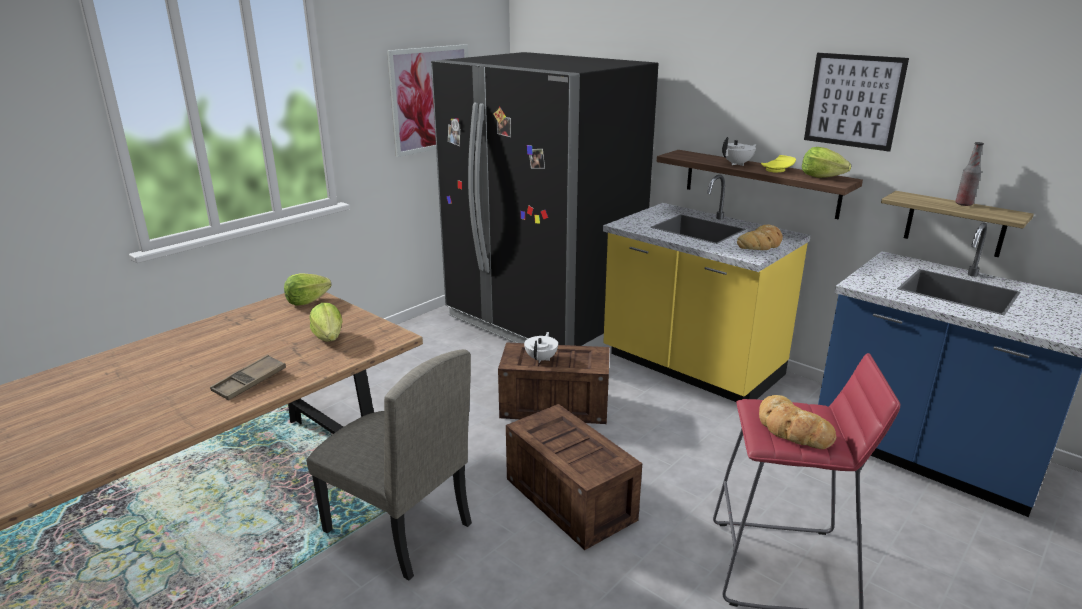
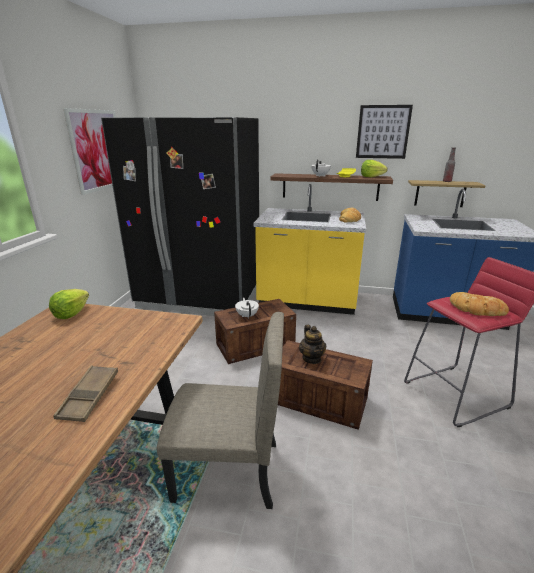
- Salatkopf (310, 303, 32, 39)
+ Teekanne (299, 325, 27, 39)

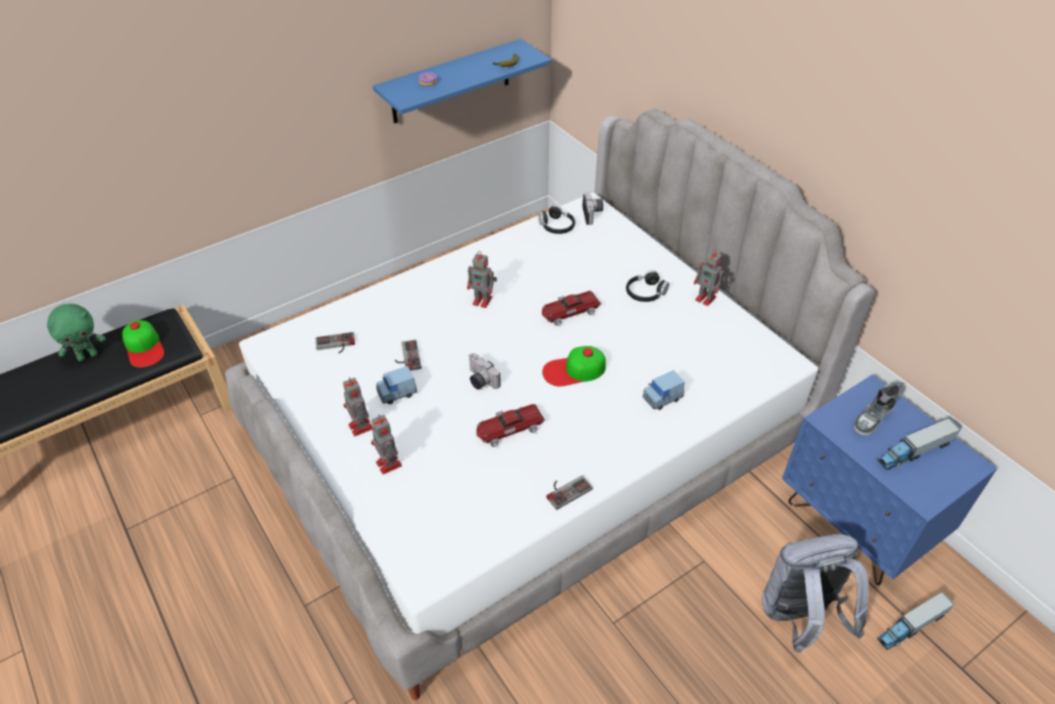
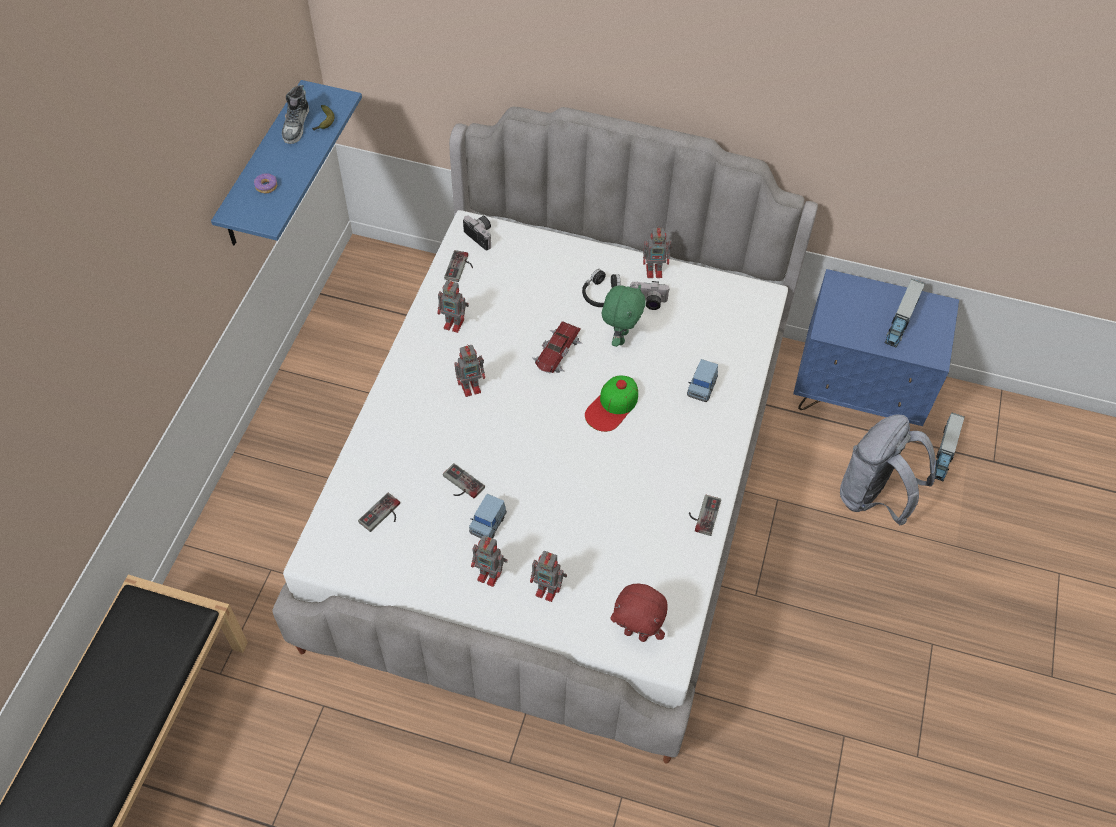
~ Kopfhörer/schwarz (538, 205, 37, 29) to Gamepad (444, 250, 29, 32)
~ Plüschtier/grün (47, 304, 59, 58) to (602, 285, 44, 62)
- Kappe (122, 320, 42, 47)
~ Kamera (469, 353, 32, 37) to (630, 281, 40, 29)
~ Schuh (854, 384, 47, 52) to (282, 85, 27, 59)
- Spielzeugauto (476, 404, 69, 44)
+ Spielzeugroboter (437, 280, 32, 53)
+ Plüschtier/rot (610, 584, 58, 58)

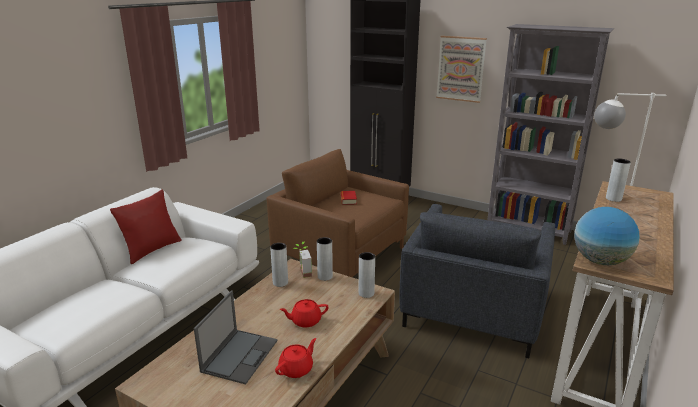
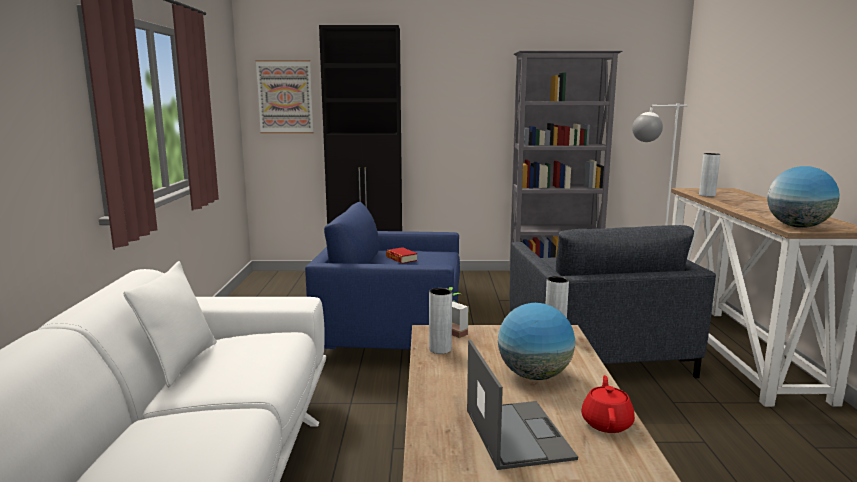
~ Bild (436, 36, 51, 67) to (256, 60, 57, 74)
~ Sessel/braun (266, 149, 143, 128) to Sessel/blau (305, 202, 155, 147)
~ Kissen/rot (110, 190, 72, 75) to Kissen/weiß (123, 261, 94, 126)
- Vase/grau (317, 237, 16, 44)
~ Teekanne/rot (280, 299, 48, 29) to Globus (498, 303, 77, 77)

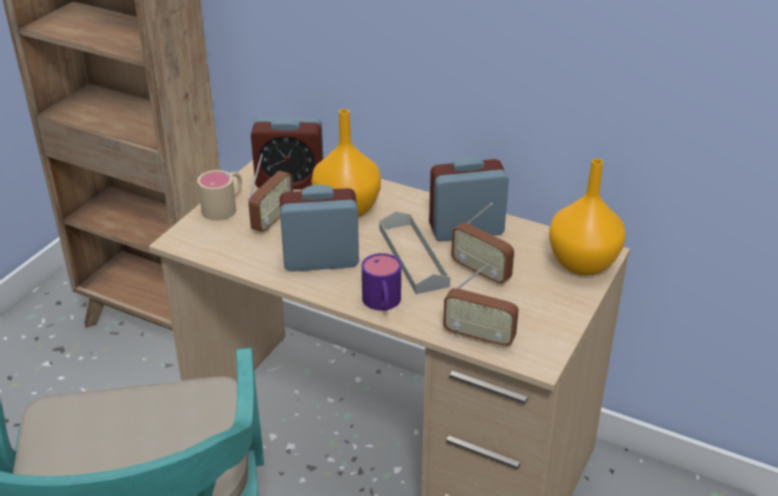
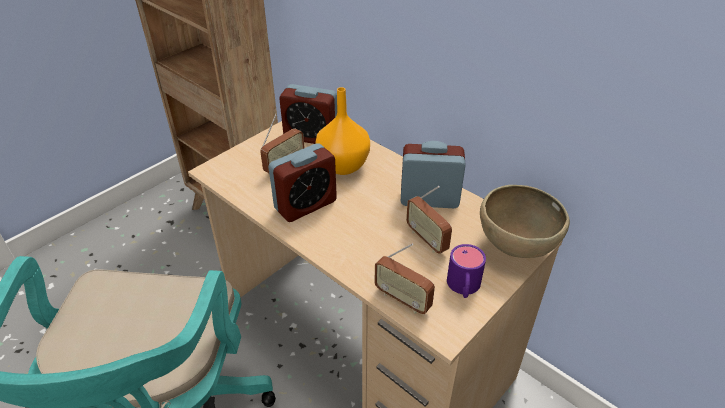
~ Vase/orange (549, 159, 76, 117) to Schüssel/braun (480, 185, 90, 73)
- Henkelbecher/beige (197, 170, 45, 51)
~ Wecker (279, 185, 80, 87) = (268, 143, 69, 79) 135 degrees clockwise
- Tablett/grau (380, 211, 70, 83)
~ Henkelbecher/lila (362, 253, 39, 58) to (447, 244, 39, 54)

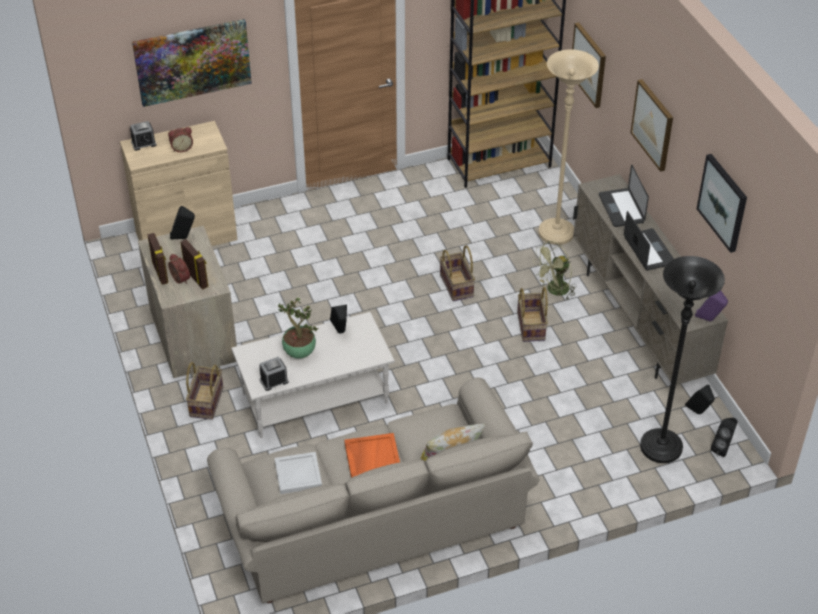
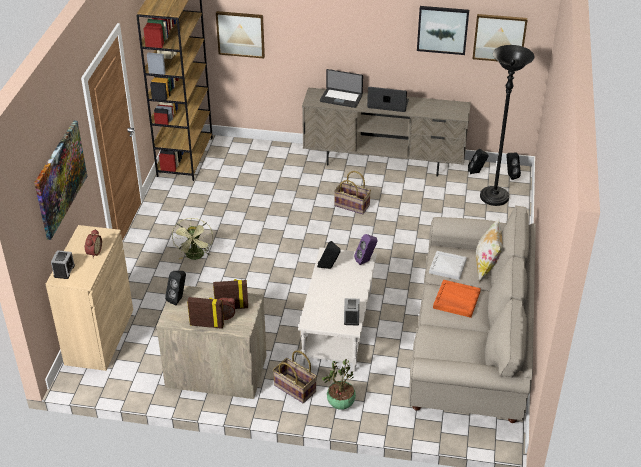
- Stehlampe/beige (538, 49, 61, 196)
~ Bild (630, 79, 43, 93) to (472, 14, 56, 47)
~ Ventilator/grün (533, 241, 44, 60) to (172, 218, 41, 42)
- Korb (440, 245, 35, 56)
~ Lautsprecher/lila (695, 290, 33, 31) to (354, 234, 24, 31)
~ Topfpflanze (277, 298, 41, 61) to (322, 359, 34, 51)
~ Tablett/weiß (275, 452, 47, 42) to (429, 251, 38, 29)

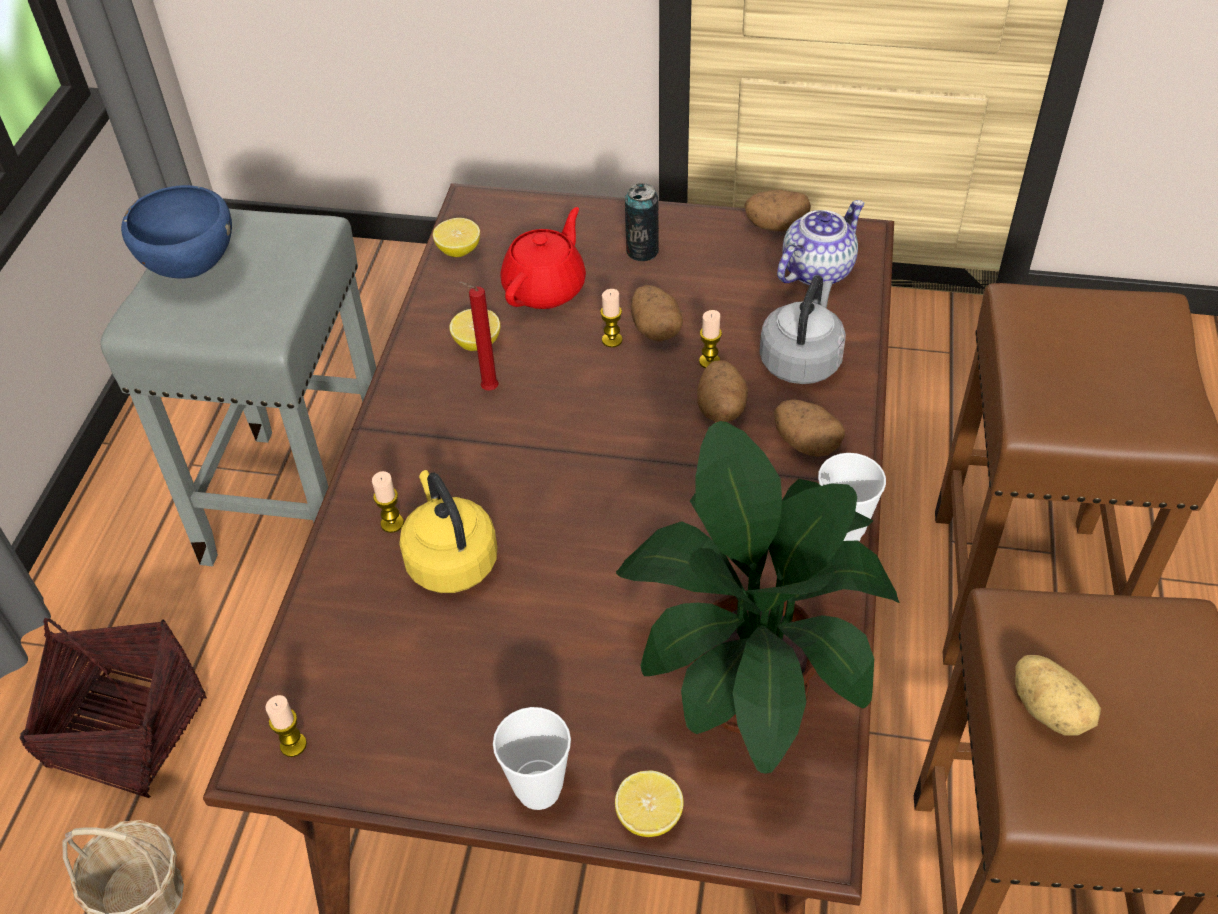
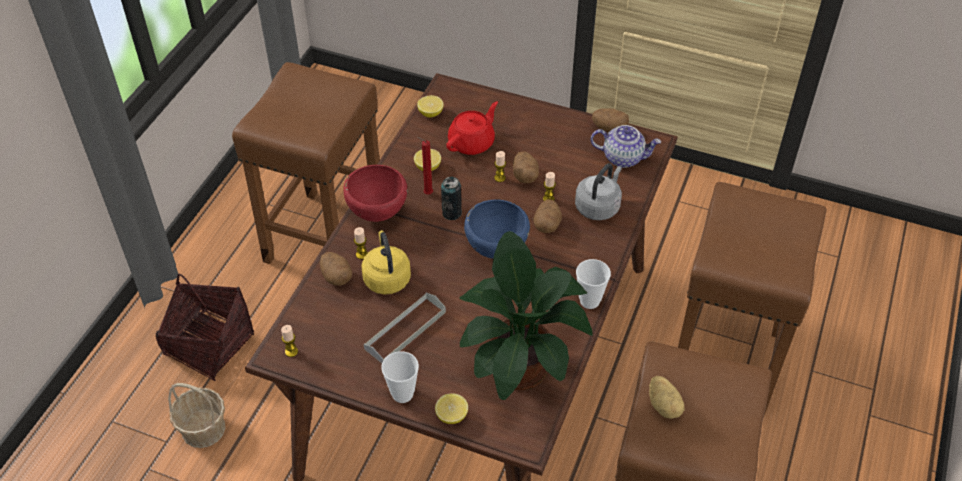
~ Dose (625, 183, 34, 78) to (441, 176, 21, 44)
~ Schüssel/blau (121, 185, 111, 94) to (464, 199, 66, 60)
~ Teekanne (777, 200, 87, 86) = (591, 125, 70, 43) 45 degrees clockwise
~ Hocker/grau (101, 209, 275, 357) to Hocker/braun (232, 62, 148, 202)
~ Kartoffel (774, 399, 71, 58) to (320, 252, 32, 34)
+ Schüssel/rot (343, 165, 65, 57)
+ Tablett/grau (364, 293, 82, 70)

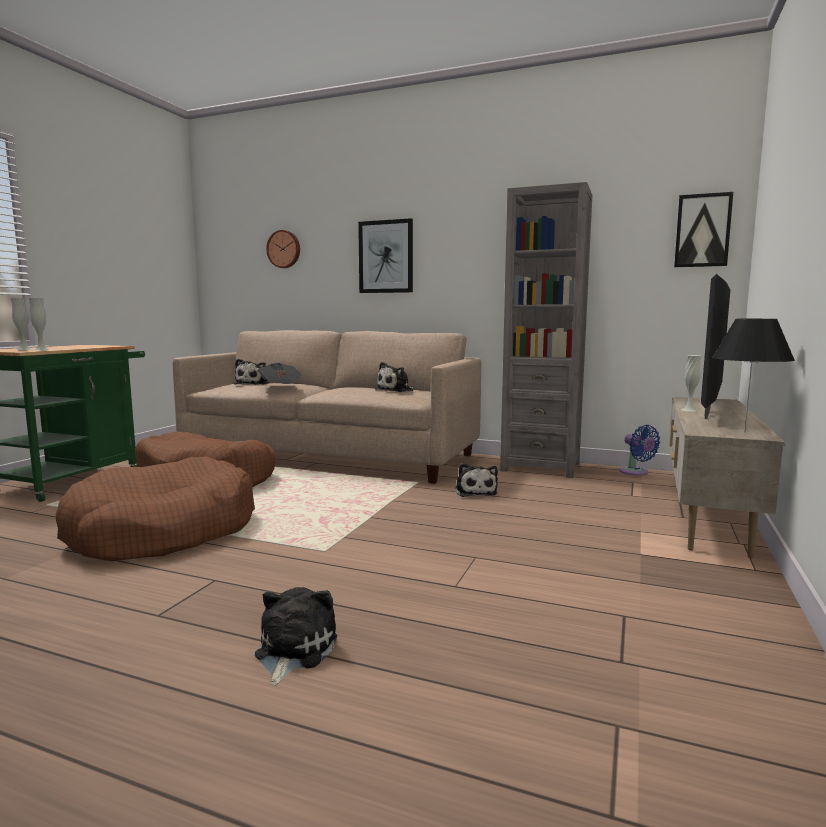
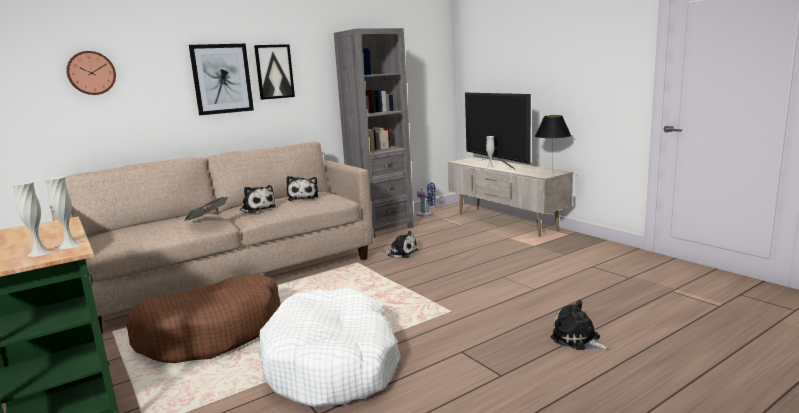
~ Bild (674, 192, 59, 75) to (254, 44, 41, 56)
~ Plüschtier (234, 359, 36, 26) to (240, 185, 36, 28)
~ Hundebett/braun (56, 457, 199, 104) to Hundebett/weiß (258, 288, 143, 119)

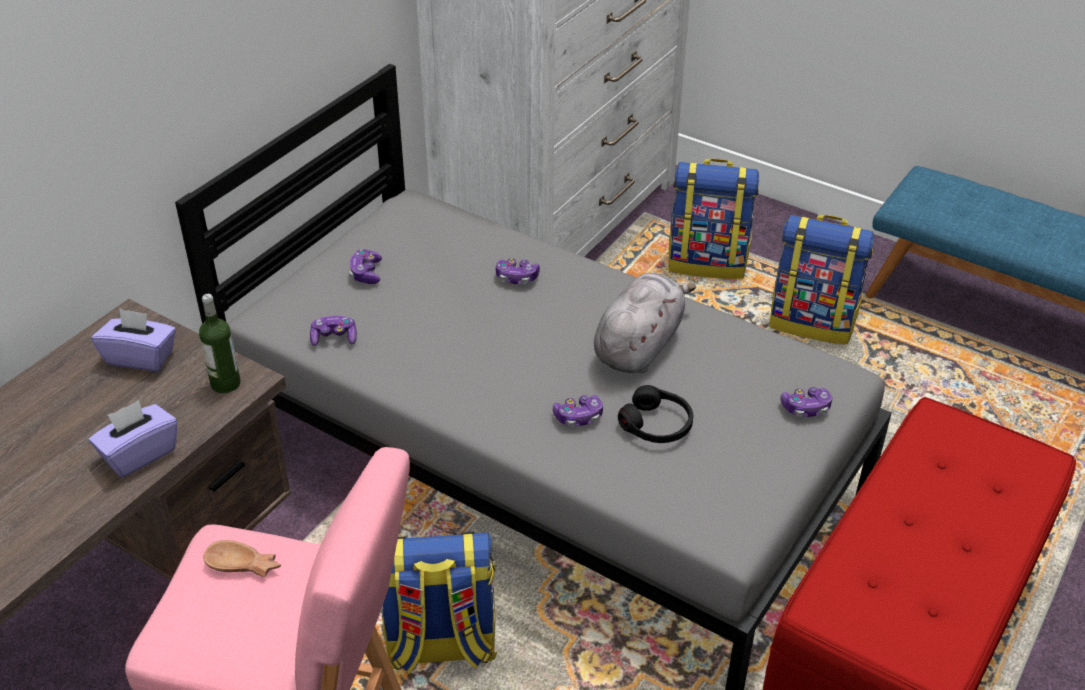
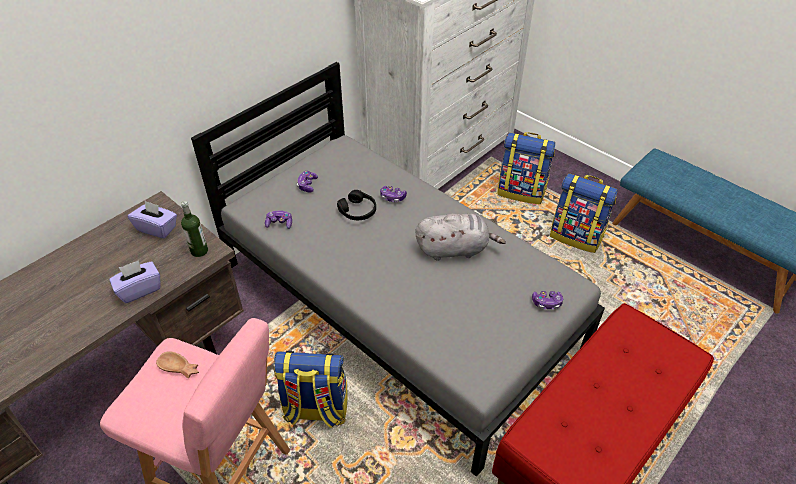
~ Plüschtier/grau (594, 273, 102, 100) = (416, 213, 90, 48) 45 degrees clockwise
~ Kopfhörer/schwarz (618, 385, 75, 58) to (337, 190, 39, 30)
- Gamepad (553, 395, 50, 32)

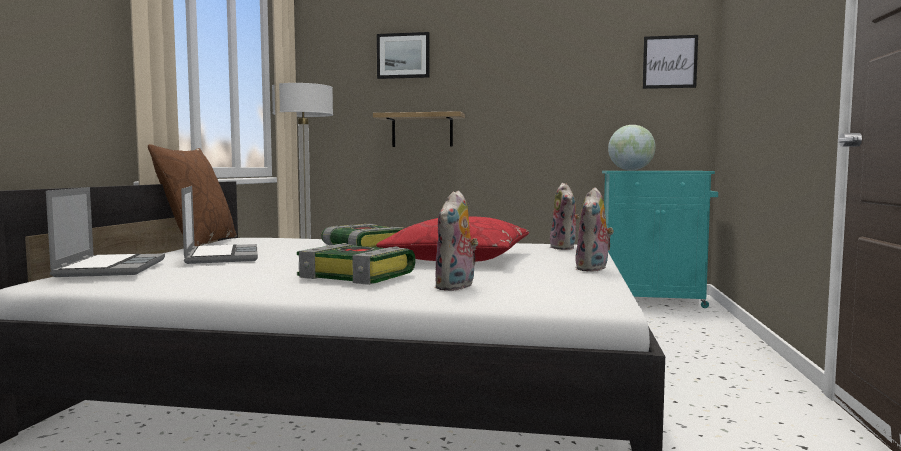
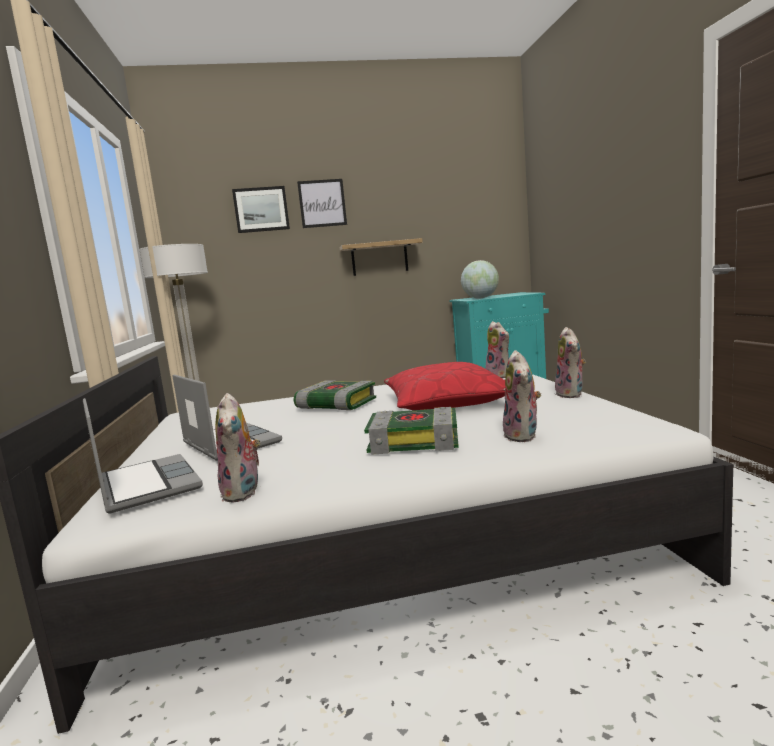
~ Bild (643, 35, 55, 54) to (297, 179, 50, 49)
~ Wandregal (373, 111, 92, 36) to (340, 238, 83, 38)
- Kissen/braun (148, 144, 89, 102)
+ Plüschtier (215, 393, 46, 109)

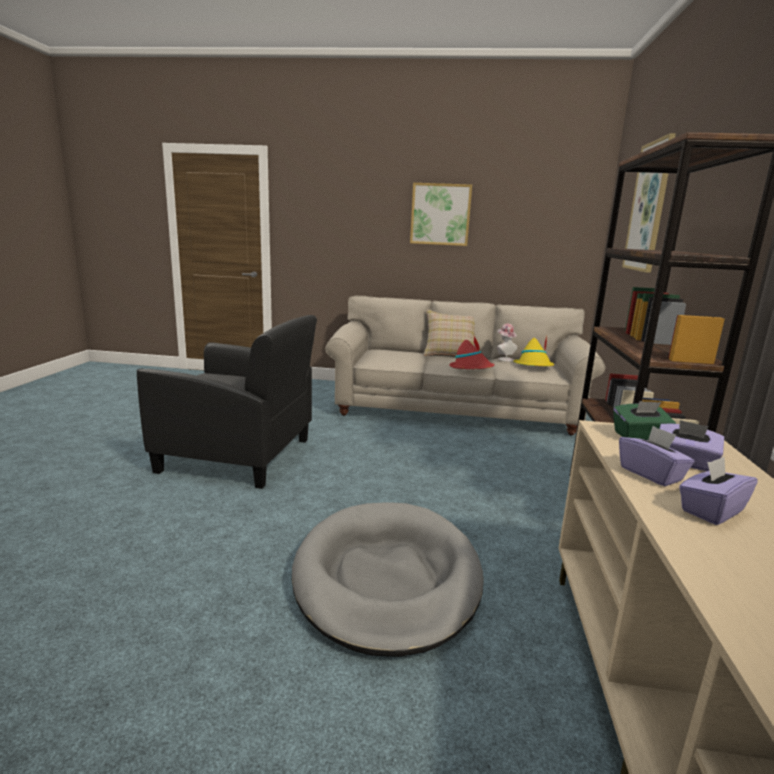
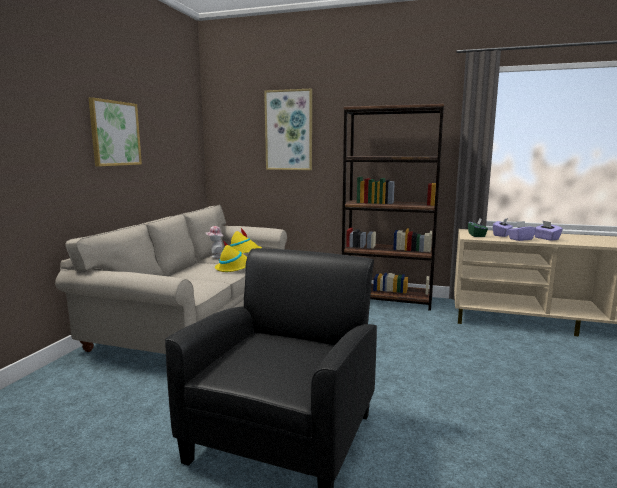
- Kissen/beige (424, 309, 51, 47)
~ Hut/rot (449, 336, 45, 33) to Hut/gelb (215, 241, 32, 31)
- Hundebett/grau (292, 502, 192, 155)

